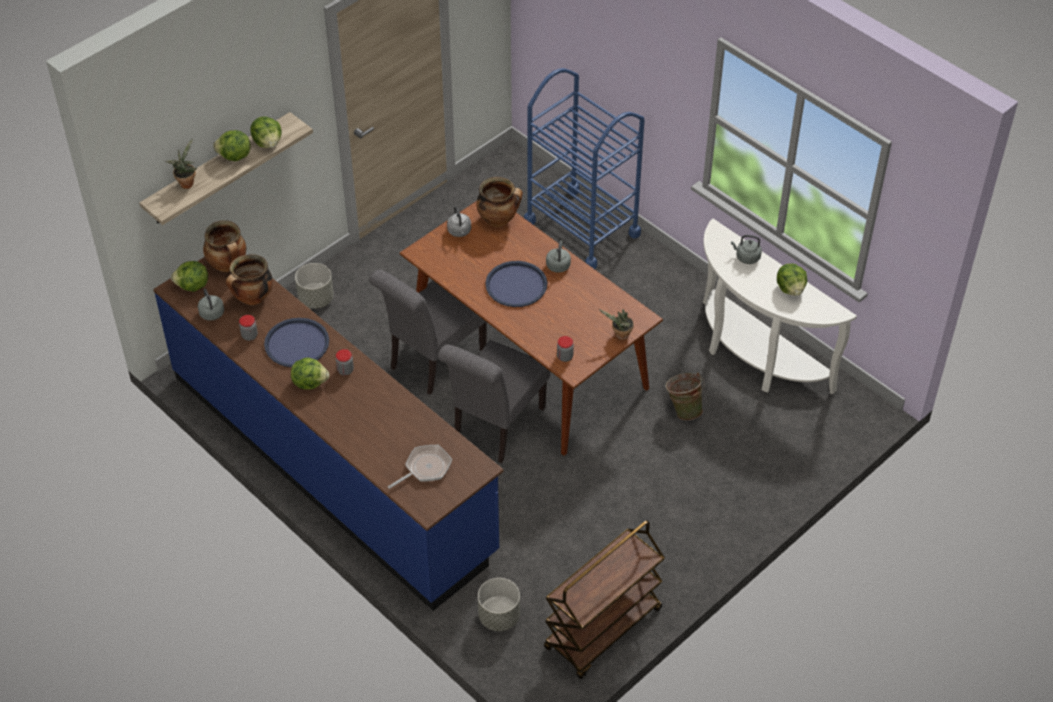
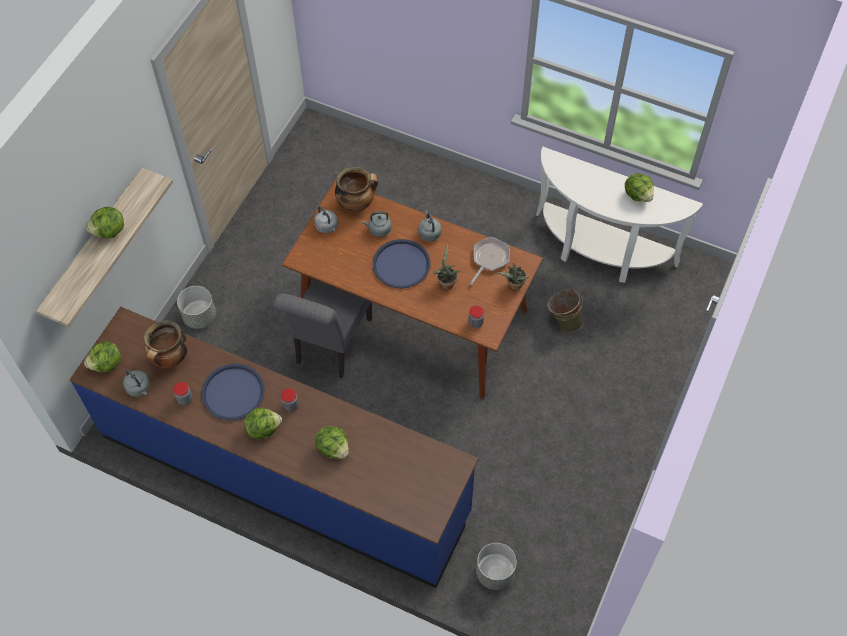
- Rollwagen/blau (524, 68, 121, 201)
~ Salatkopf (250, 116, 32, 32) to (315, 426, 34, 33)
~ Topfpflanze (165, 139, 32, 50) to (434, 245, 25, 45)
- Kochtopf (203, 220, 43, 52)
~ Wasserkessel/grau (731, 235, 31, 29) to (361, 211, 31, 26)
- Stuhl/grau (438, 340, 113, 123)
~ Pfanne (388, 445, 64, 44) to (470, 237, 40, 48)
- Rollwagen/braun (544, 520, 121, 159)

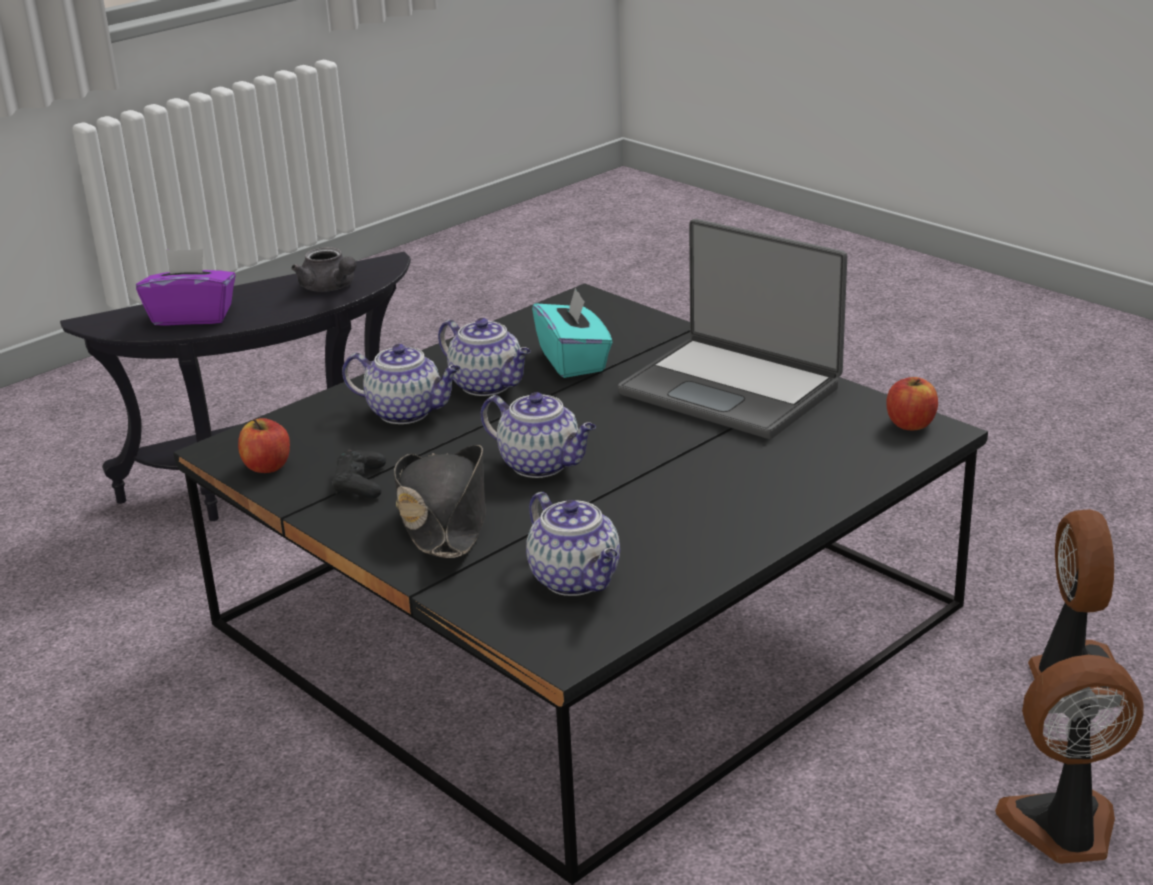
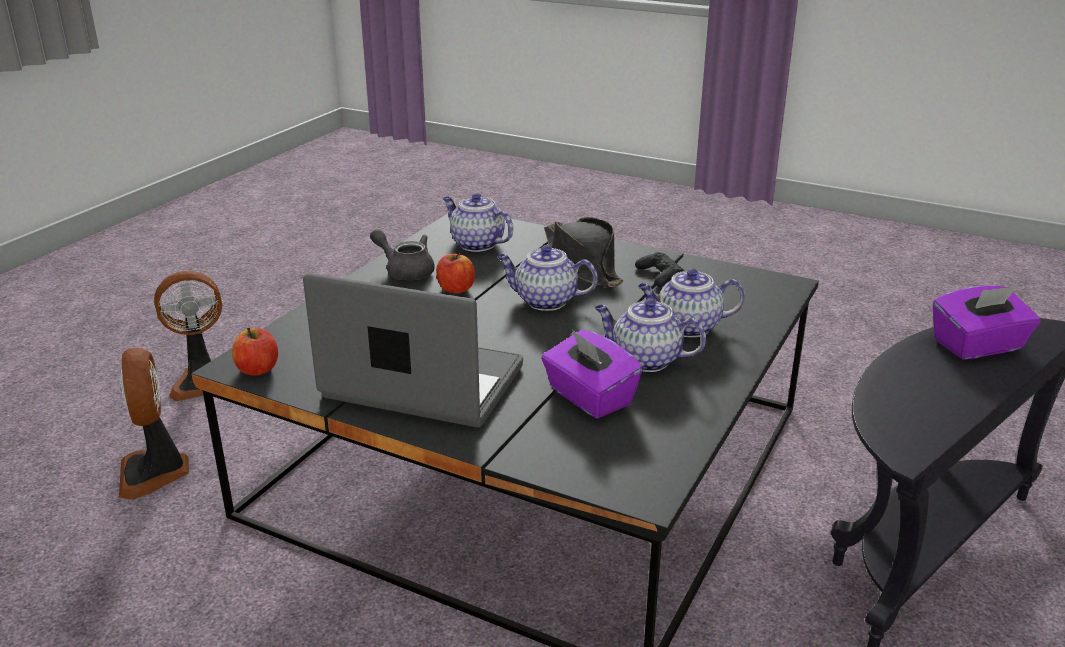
~ Teekanne/grau (291, 247, 66, 45) to (370, 229, 65, 51)
~ Taschentuchbox/türkis (532, 287, 81, 91) to Taschentuchbox/lila (541, 329, 102, 90)
~ Apfel (238, 418, 52, 55) to (436, 253, 39, 40)

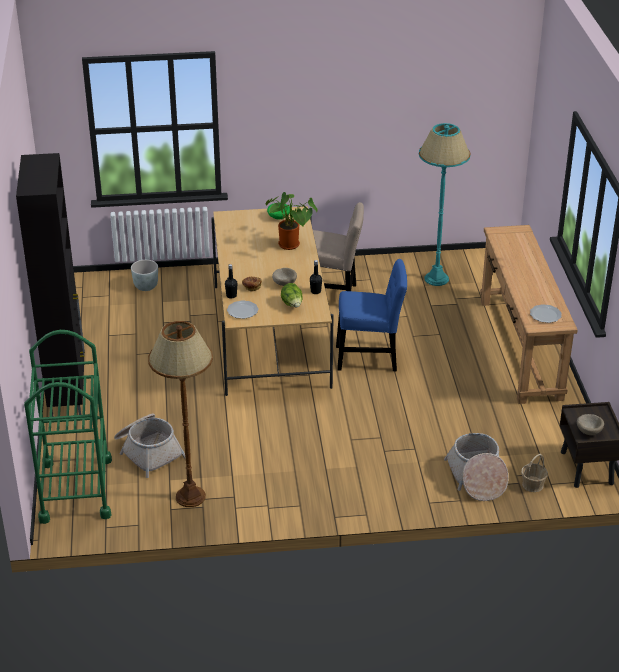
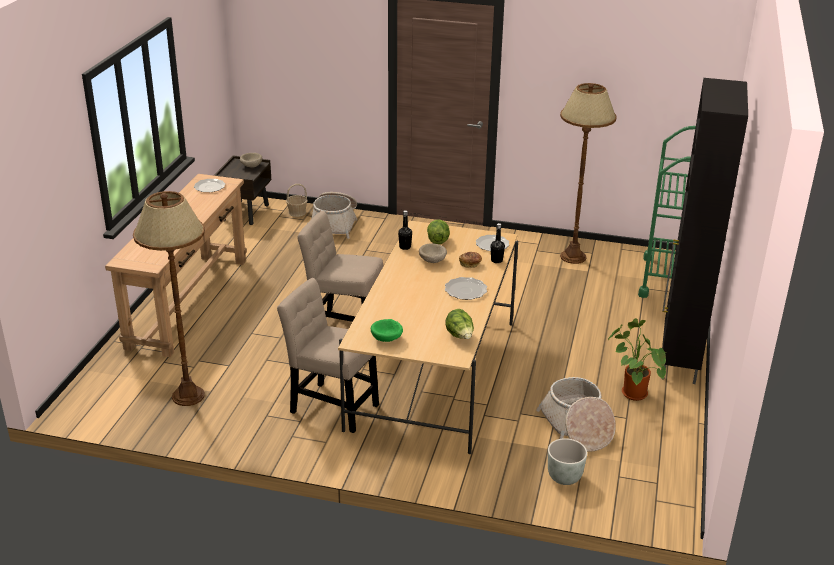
~ Stehlampe/türkis (419, 123, 52, 163) to Stehlampe/braun (133, 191, 72, 215)
~ Topfpflanze (266, 192, 51, 58) to (608, 318, 58, 83)
~ Stuhl/blau (336, 259, 71, 112) to Stuhl/beige (297, 211, 86, 111)
~ Korb (114, 414, 71, 64) to (536, 377, 80, 75)
+ Teller (445, 277, 42, 23)
+ Salatkopf (445, 309, 29, 30)

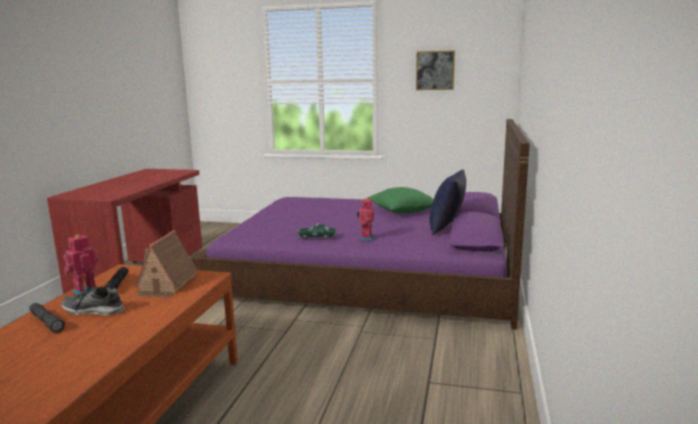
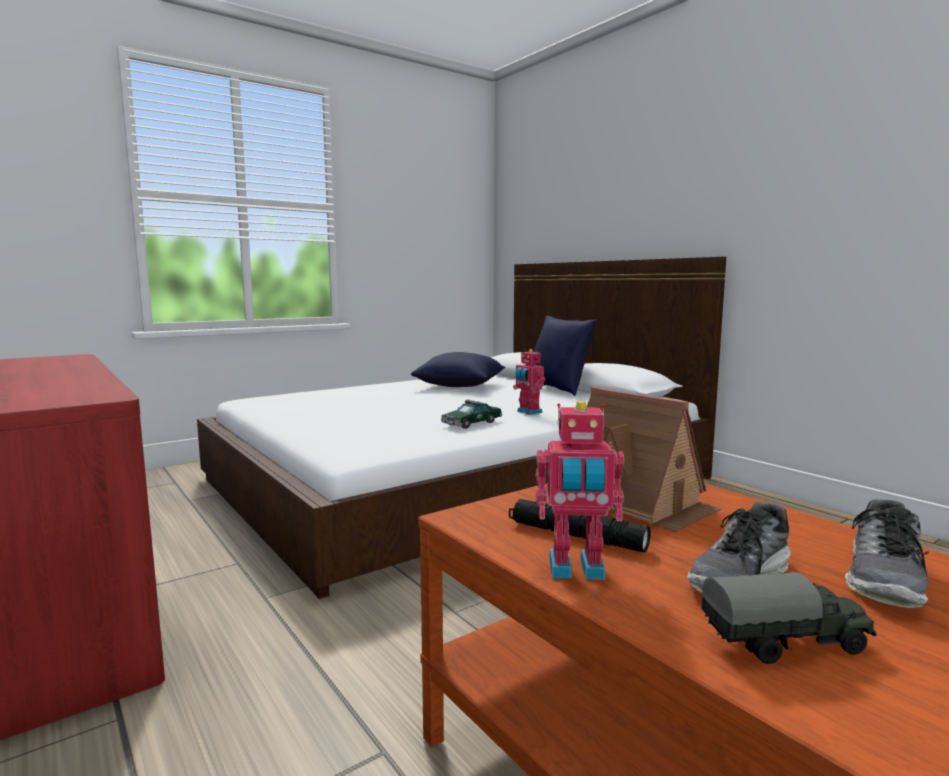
- Bild (416, 50, 39, 40)
~ Bett/lila (192, 119, 338, 210) to Bett/weiß (197, 256, 529, 343)
~ Kissen/grün (368, 187, 66, 27) to Kissen/blau (411, 352, 94, 35)
~ Spielzeugroboter (64, 234, 35, 61) = (536, 401, 88, 179) 75 degrees counterclockwise
~ Taschenlampe/grau (29, 303, 36, 30) to Spielzeuglaster (701, 572, 175, 92)
+ Schuh (845, 499, 85, 109)

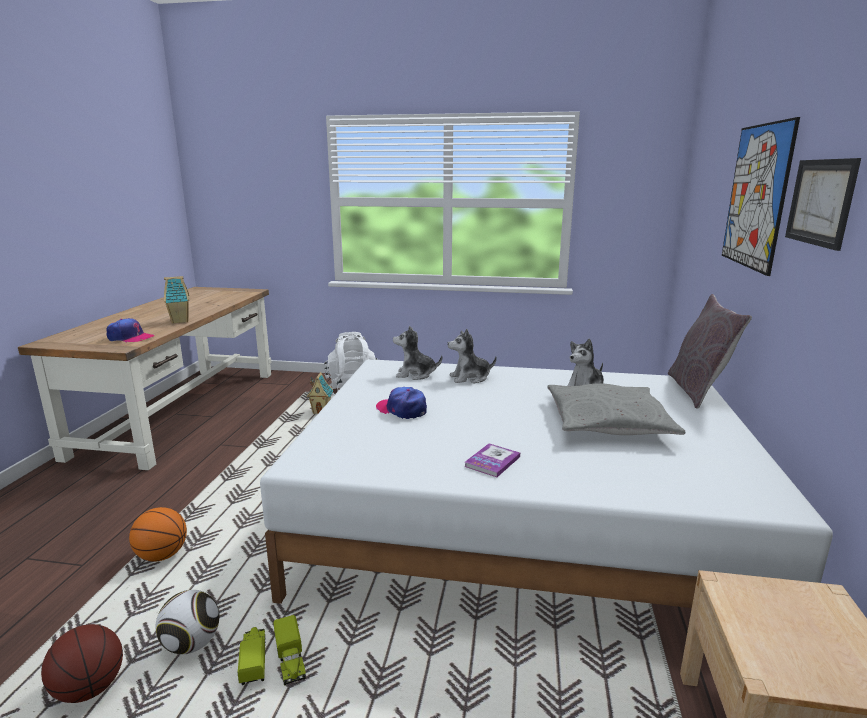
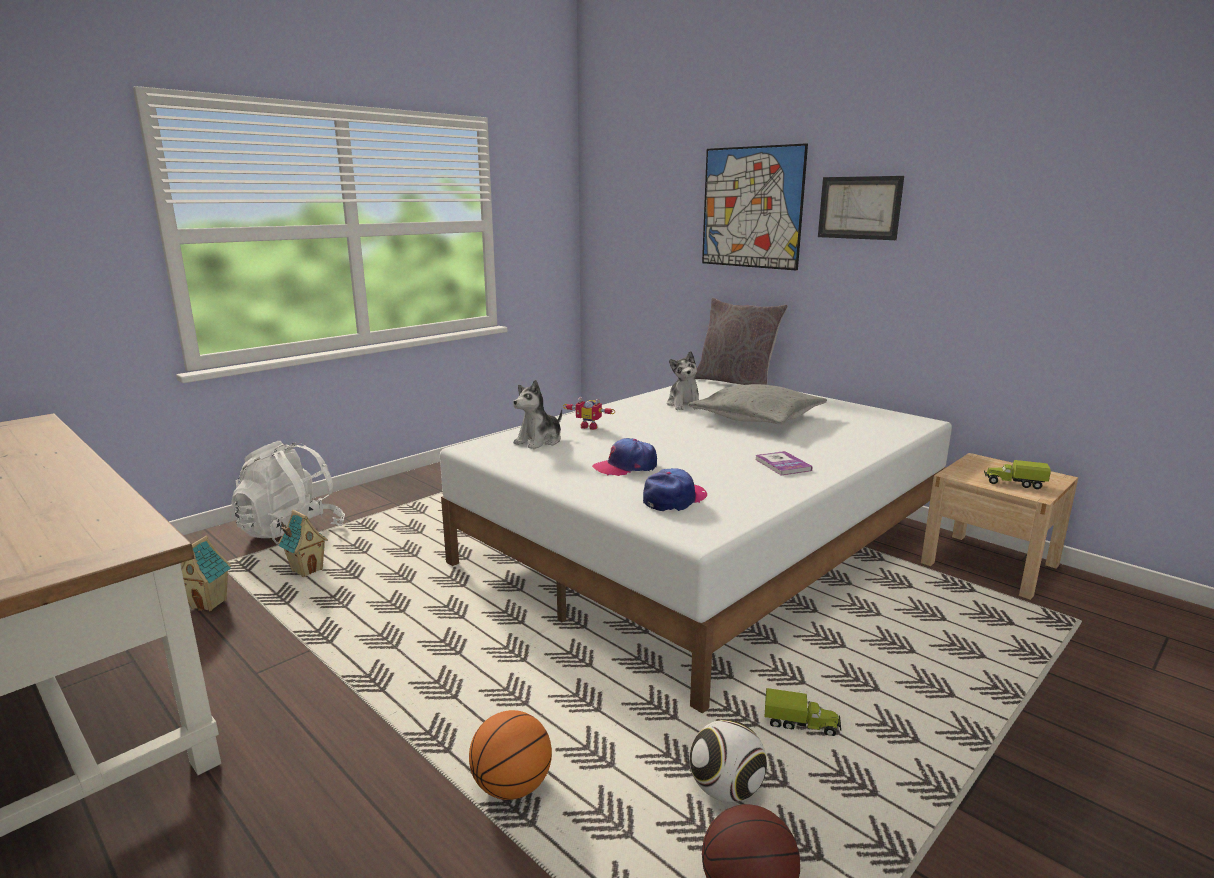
~ Spielzeughaus (164, 276, 25, 48) to (181, 536, 50, 75)
~ Kappe (106, 318, 48, 24) to (643, 468, 64, 43)
~ Plüschtier (448, 329, 49, 55) to Spielzeugroboter (563, 397, 52, 33)
~ Spielzeuglaster (238, 627, 27, 58) to (984, 460, 67, 29)

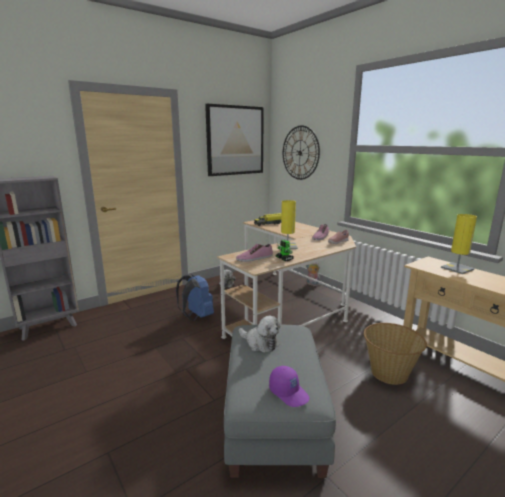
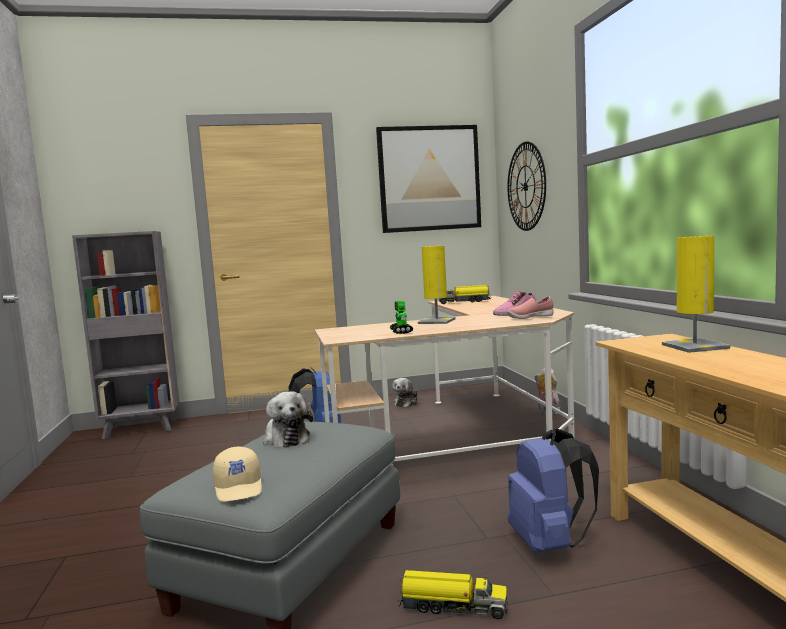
- Schuh (236, 244, 37, 18)
~ Korb (364, 323, 63, 62) to Rucksack/blau (508, 428, 91, 125)
~ Kappe/lila (269, 366, 40, 41) to Kappe/beige (213, 447, 49, 55)
+ Spielzeuglaster (399, 570, 108, 49)

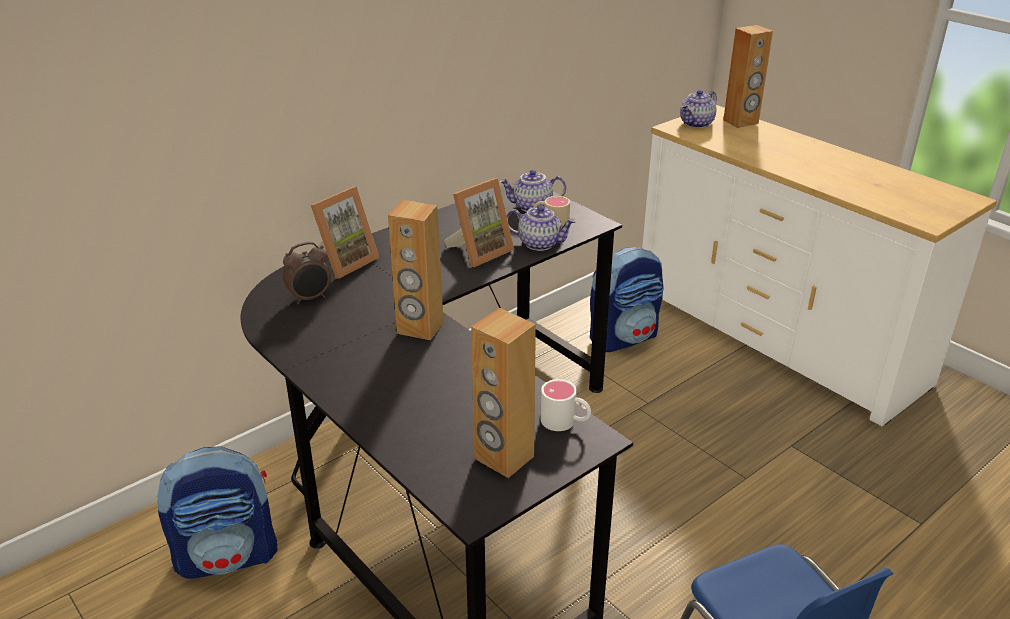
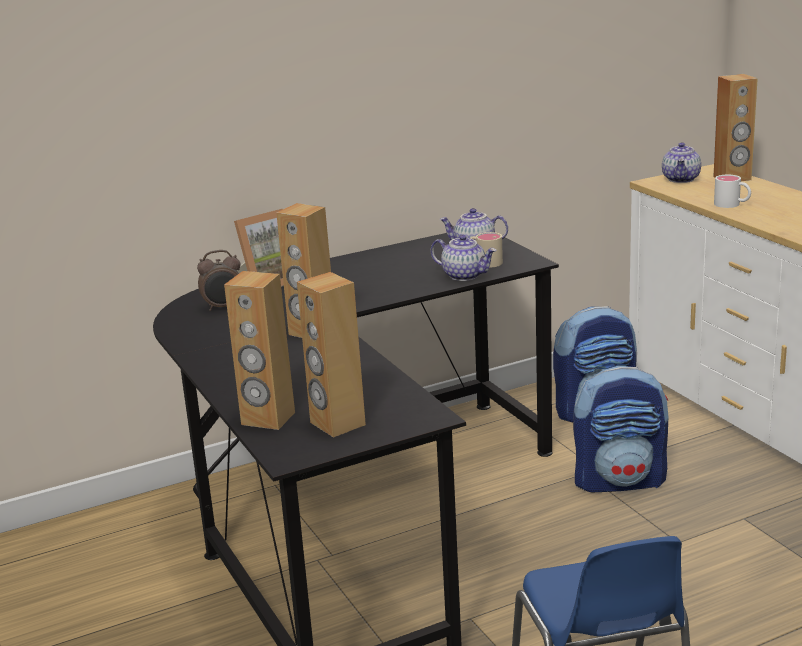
~ Teekanne (680, 90, 37, 38) = (662, 142, 39, 41) 45 degrees counterclockwise
- Bilderrahmen (445, 178, 69, 89)
~ Henkelbecher/weiß (541, 379, 50, 52) to (714, 175, 37, 33)
~ Rucksack (157, 446, 120, 133) to (573, 365, 96, 127)
+ Lautsprecher/braun (224, 271, 71, 159)

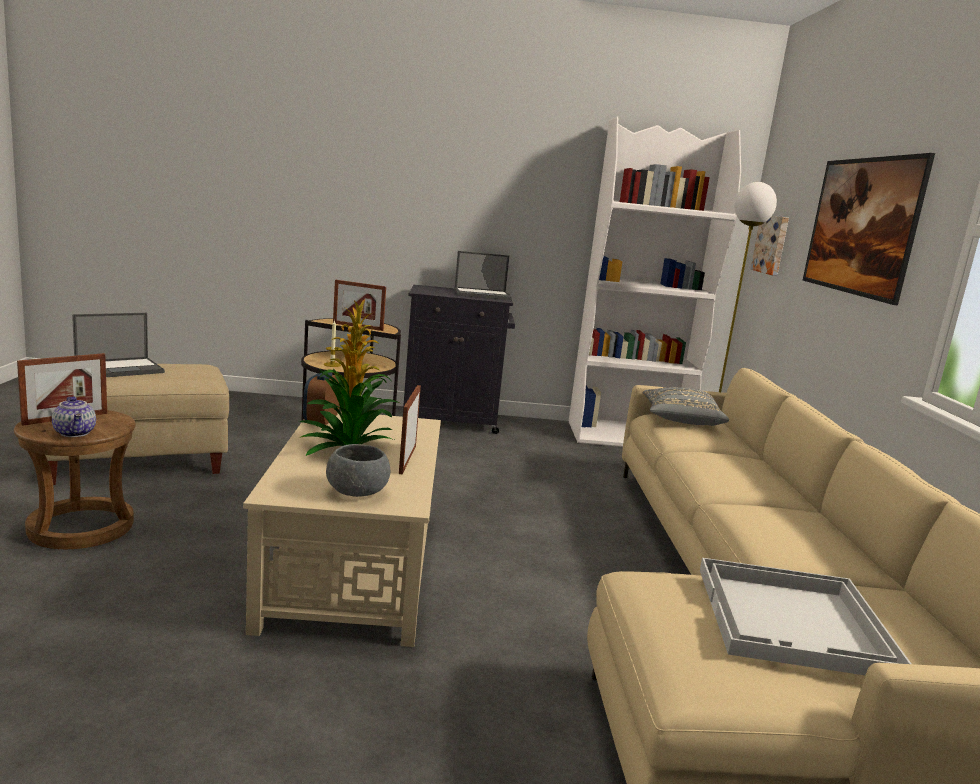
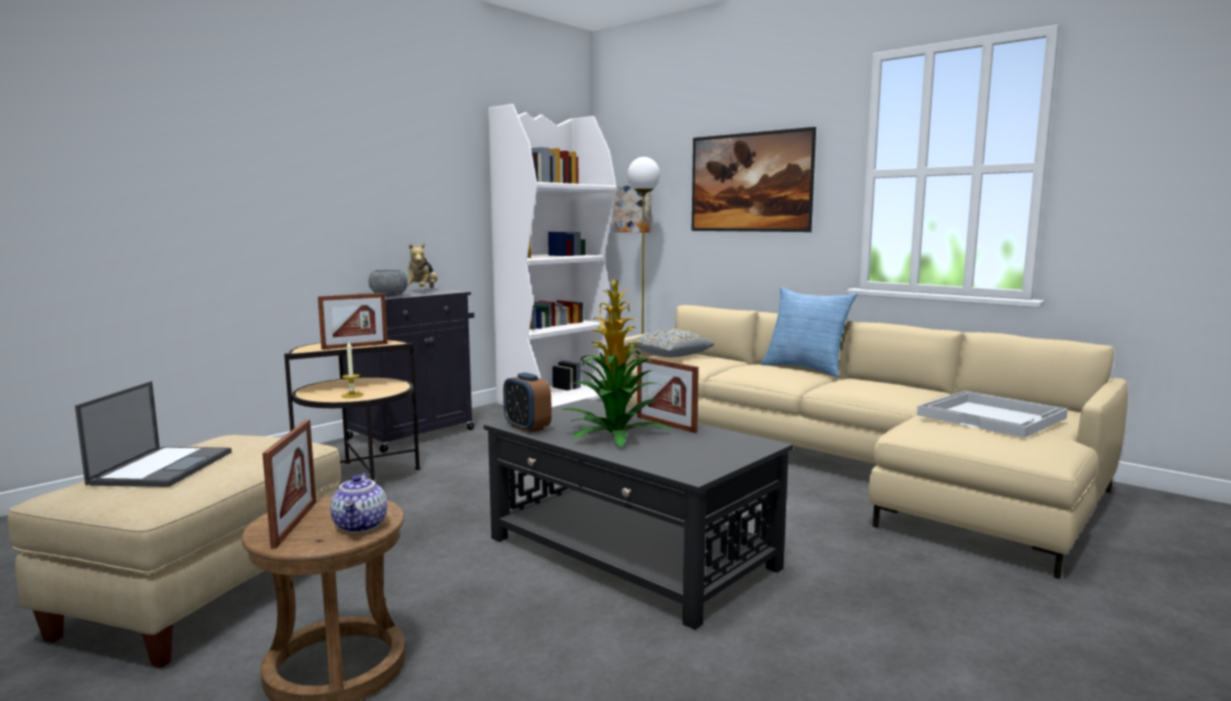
~ Laptop (454, 251, 58, 49) to Plüschtier (407, 243, 31, 45)
~ Teekanne (52, 396, 44, 41) = (330, 473, 57, 60) 75 degrees clockwise
~ Couchtisch/beige (243, 411, 198, 236) to Couchtisch/schwarz (484, 399, 309, 231)
~ Schüssel/grau (326, 444, 64, 53) to (368, 270, 40, 27)
+ Kissen (762, 287, 96, 91)

